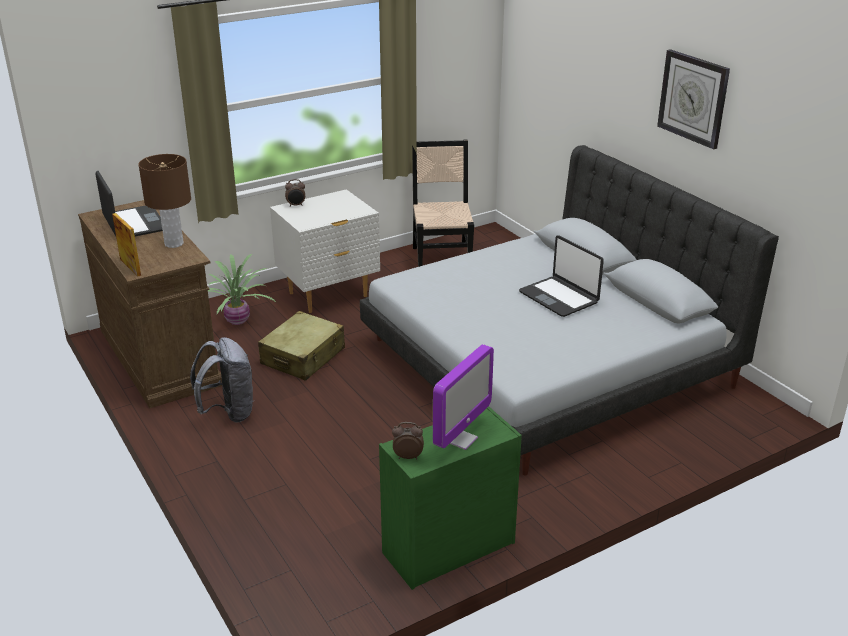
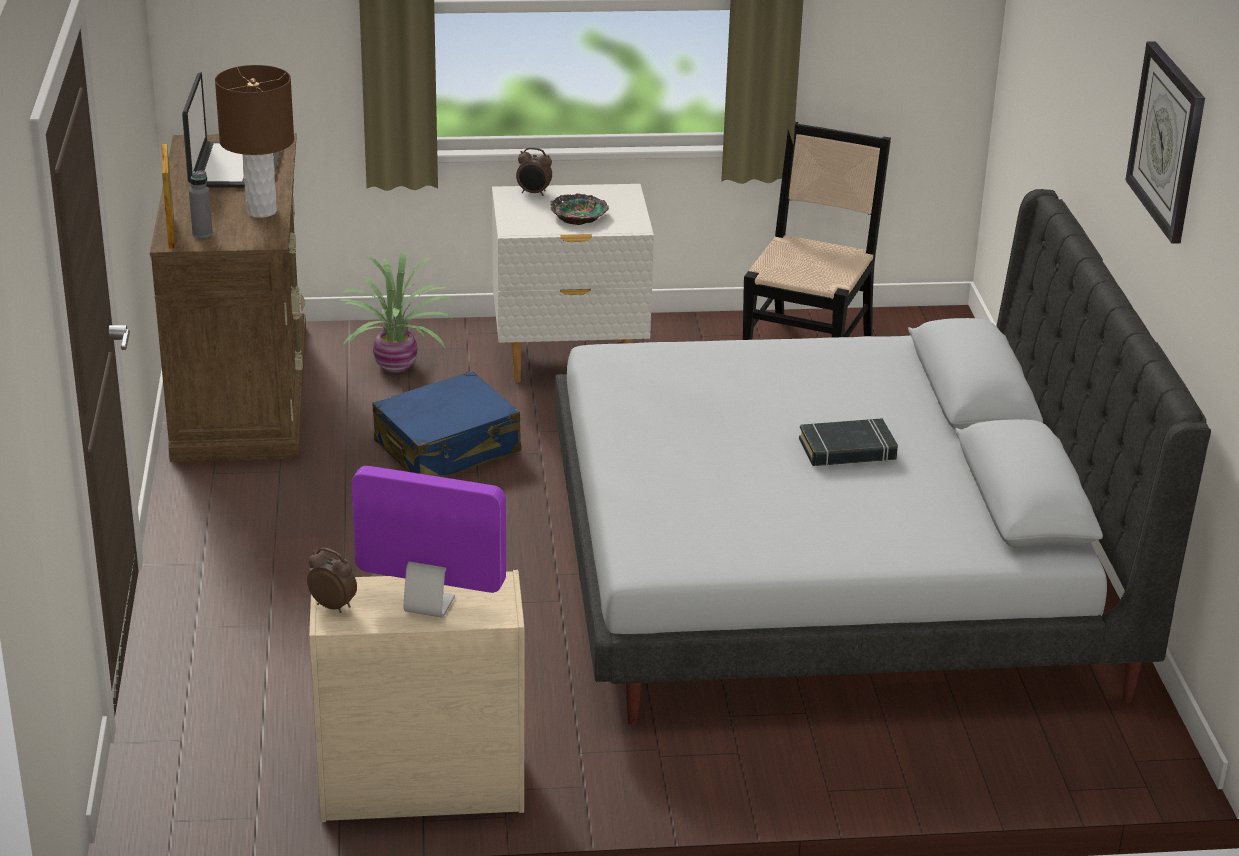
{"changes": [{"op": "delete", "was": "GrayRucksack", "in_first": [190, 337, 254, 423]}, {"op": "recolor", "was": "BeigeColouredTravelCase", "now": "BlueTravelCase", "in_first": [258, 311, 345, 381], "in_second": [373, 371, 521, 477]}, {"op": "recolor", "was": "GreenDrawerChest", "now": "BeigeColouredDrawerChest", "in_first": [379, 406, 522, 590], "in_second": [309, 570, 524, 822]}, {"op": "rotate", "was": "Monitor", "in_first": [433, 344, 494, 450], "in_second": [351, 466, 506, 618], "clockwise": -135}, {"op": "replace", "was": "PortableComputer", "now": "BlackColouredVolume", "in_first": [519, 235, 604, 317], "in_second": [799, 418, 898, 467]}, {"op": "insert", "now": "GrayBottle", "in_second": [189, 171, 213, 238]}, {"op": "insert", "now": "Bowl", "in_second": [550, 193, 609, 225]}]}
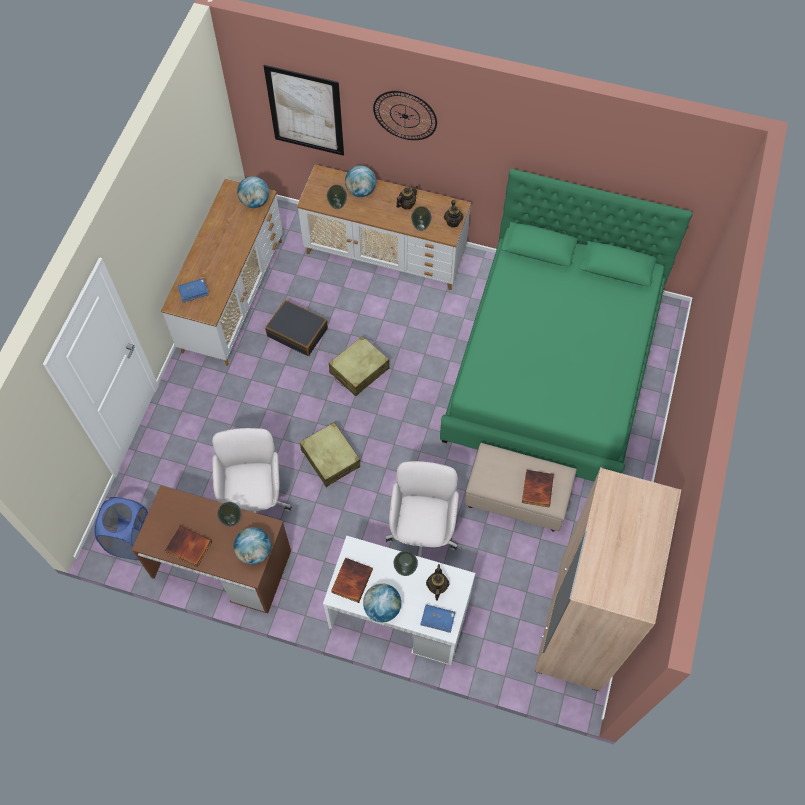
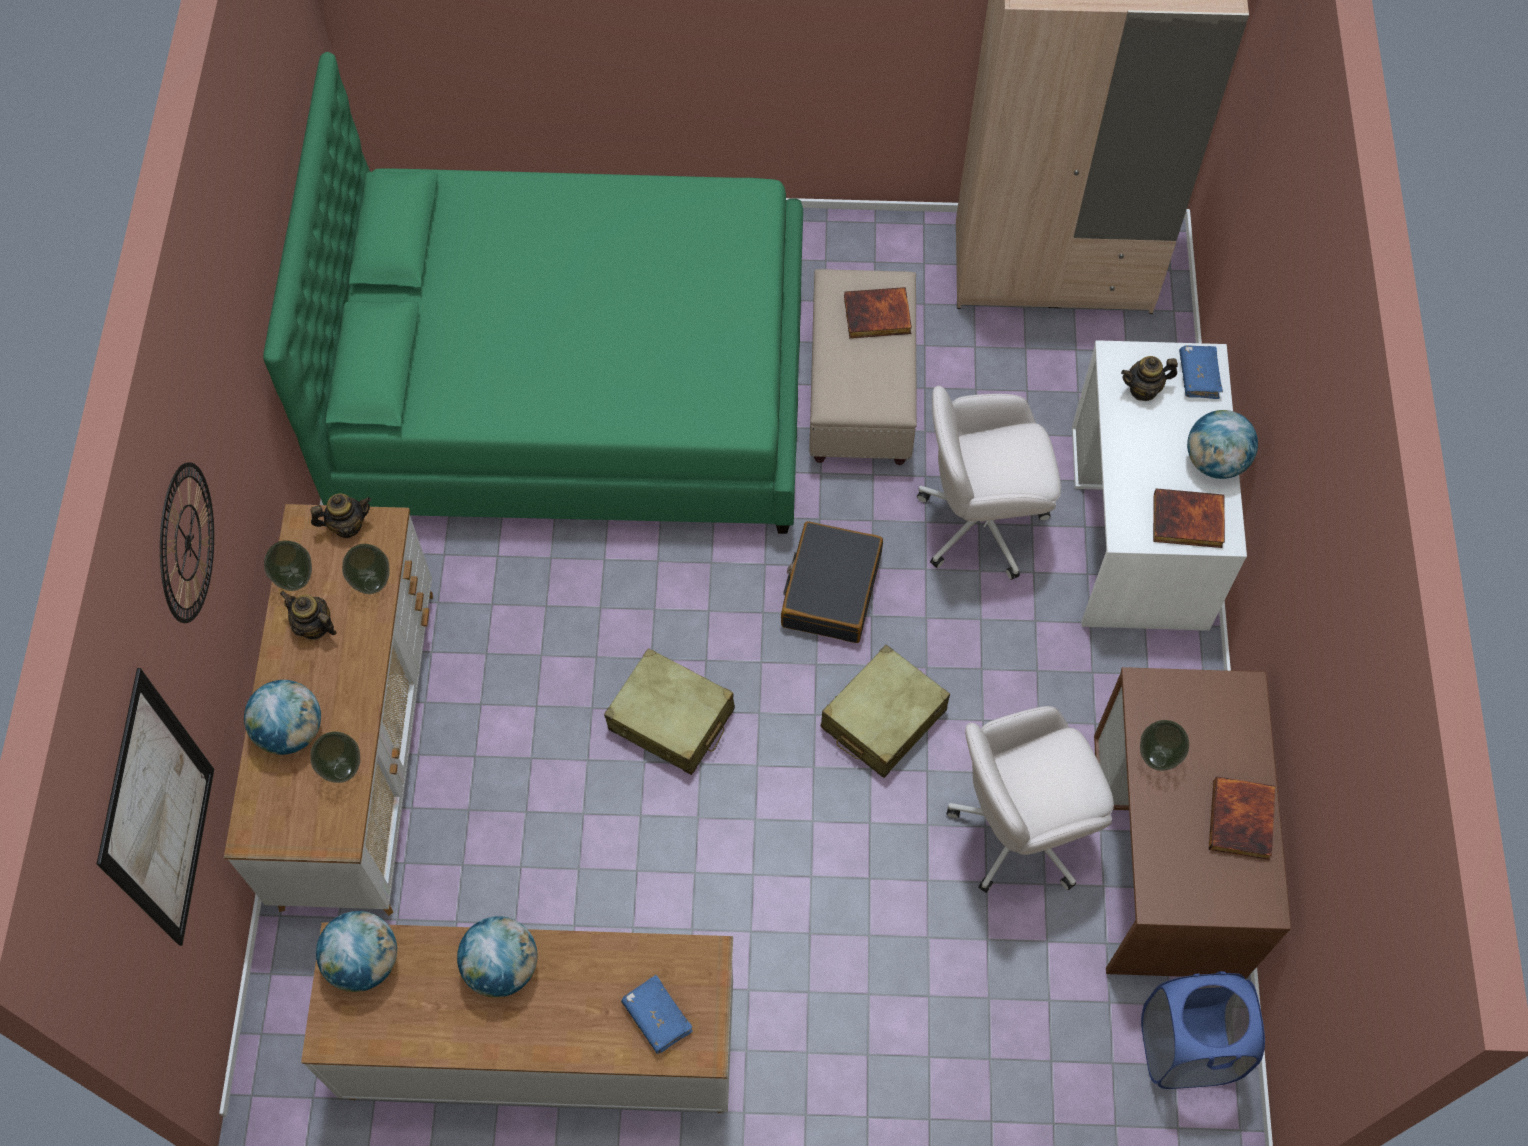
{"changes": [{"op": "move", "was": "DeskGlobe", "in_first": [234, 527, 271, 565], "in_second": [457, 916, 537, 998]}, {"op": "move", "was": "BlackColouredTravelCase", "in_first": [265, 300, 328, 356], "in_second": [781, 521, 883, 643]}, {"op": "move", "was": "Vase", "in_first": [393, 551, 418, 576], "in_second": [264, 540, 312, 591]}]}
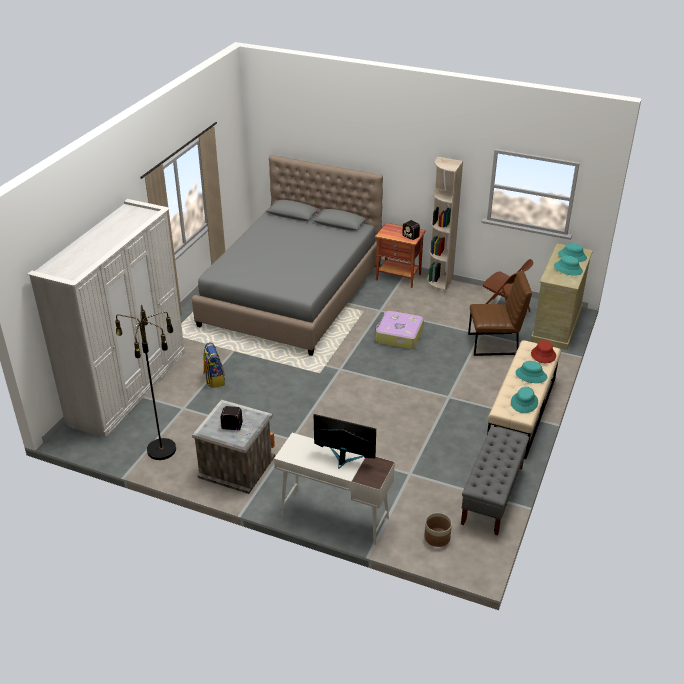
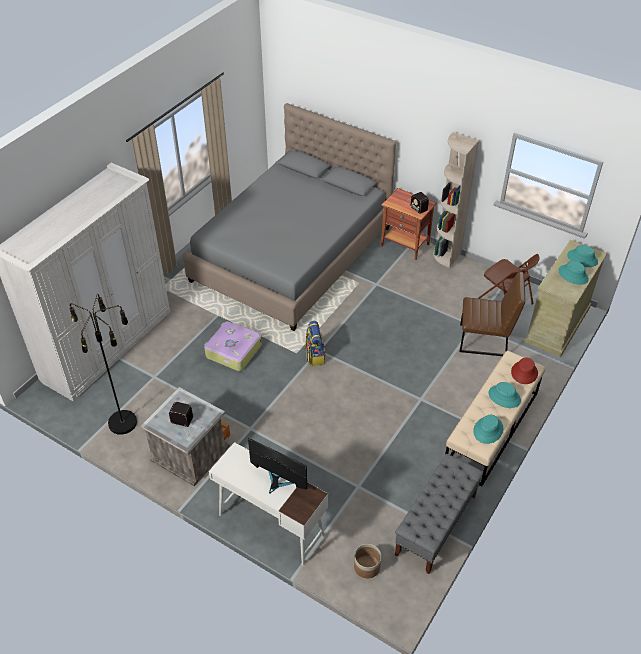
{"changes": [{"op": "move", "was": "Rucksack", "in_first": [203, 342, 225, 388], "in_second": [304, 321, 326, 366]}, {"op": "move", "was": "TravelCase", "in_first": [375, 311, 424, 349], "in_second": [204, 321, 262, 371]}]}
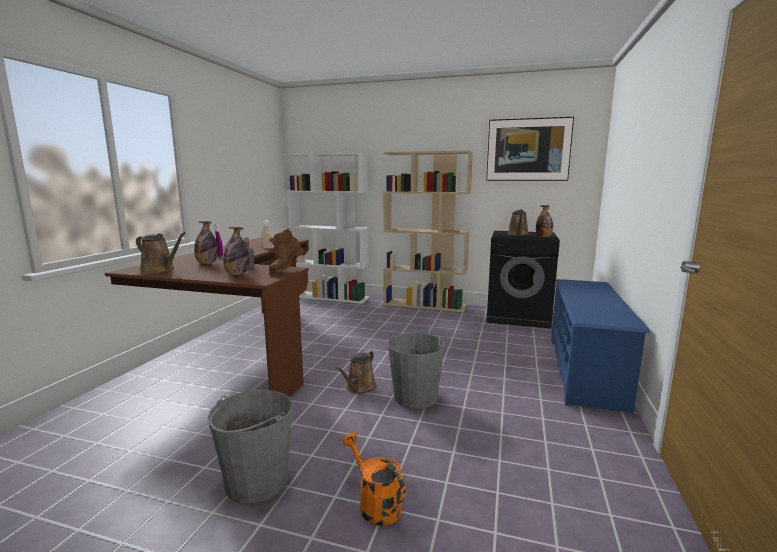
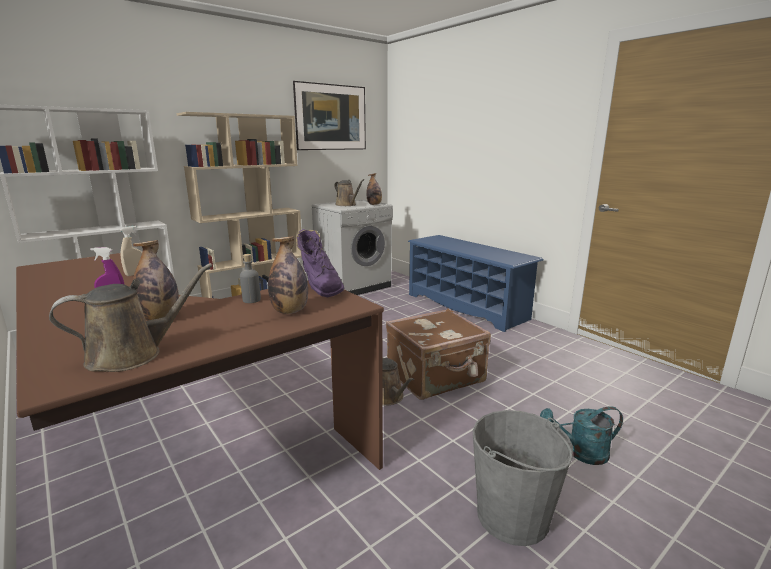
{"changes": [{"op": "recolor", "was": "BrownColouredHighTopBoot", "now": "PurplishHighTopBoot", "in_first": [269, 229, 304, 275], "in_second": [296, 229, 344, 297]}, {"op": "recolor", "was": "OrangeColouredWateringCan", "now": "TurquoiseWateringCan", "in_first": [342, 432, 405, 526], "in_second": [540, 406, 623, 465]}, {"op": "replace", "was": "GrayBucket", "now": "BrownColouredTravelCase", "in_first": [388, 331, 445, 409], "in_second": [386, 309, 491, 400]}, {"op": "recolor", "was": "BlackColouredLaundryMachine", "now": "WhiteLaundryMachine", "in_first": [487, 231, 560, 328], "in_second": [312, 200, 393, 295]}]}
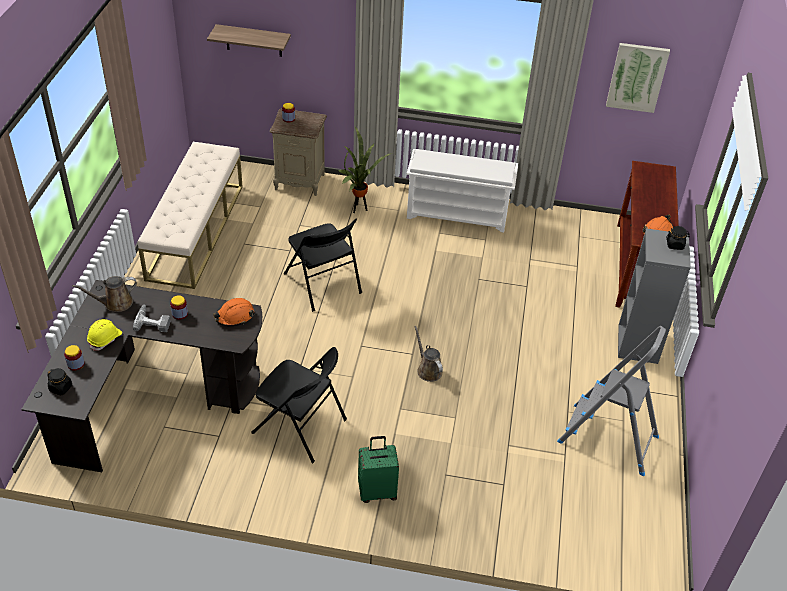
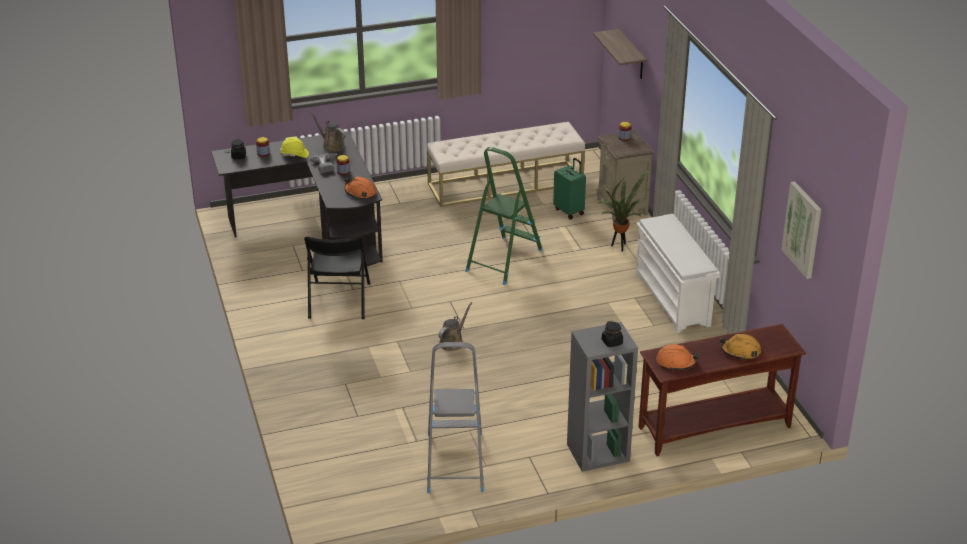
{"changes": [{"op": "replace", "was": "BlackColouredChair", "now": "GreenStepStool", "in_first": [284, 219, 362, 312], "in_second": [465, 147, 543, 285]}, {"op": "move", "was": "GreenTravelCase", "in_first": [358, 436, 399, 503], "in_second": [553, 158, 586, 219]}, {"op": "insert", "now": "OrangeColouredHardHat", "in_second": [720, 334, 761, 359]}]}
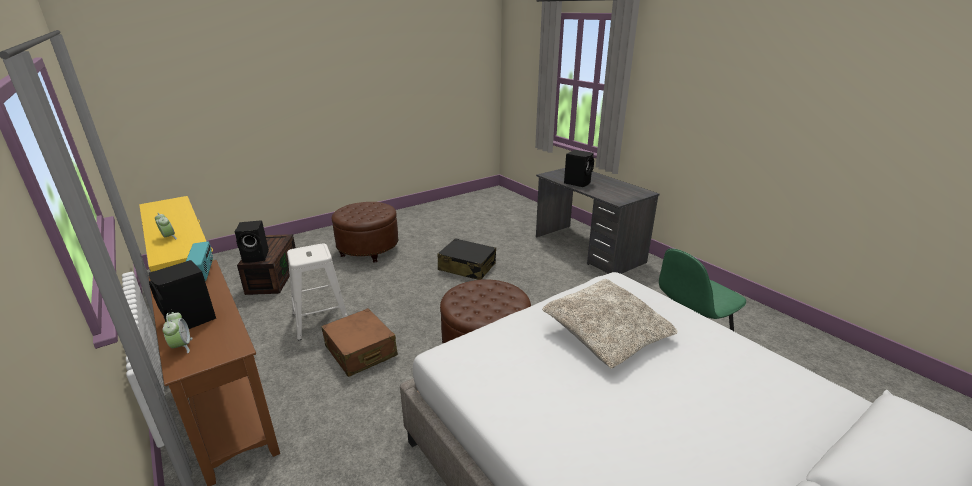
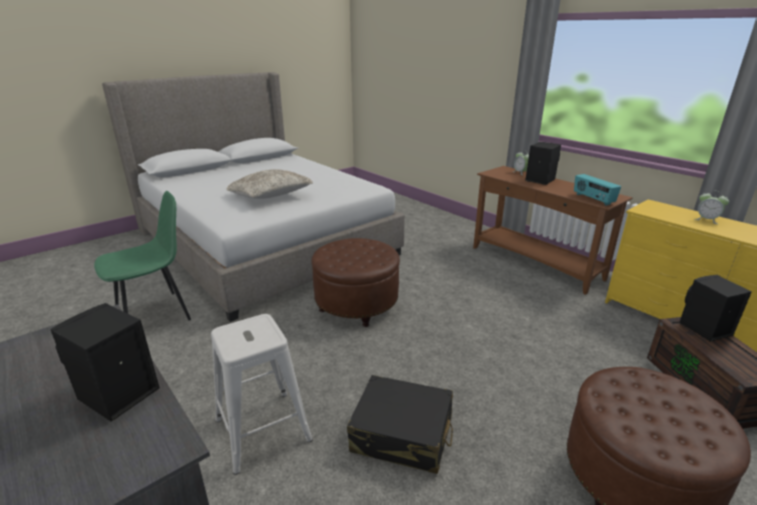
{"changes": [{"op": "move", "was": "WhiteStool", "in_first": [287, 244, 348, 340], "in_second": [211, 314, 313, 475]}, {"op": "delete", "was": "BrownColouredTravelCase", "in_first": [321, 308, 398, 377]}]}
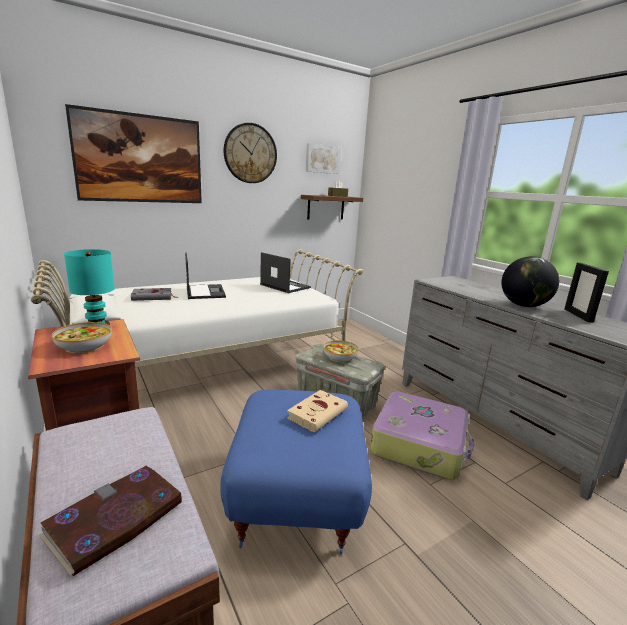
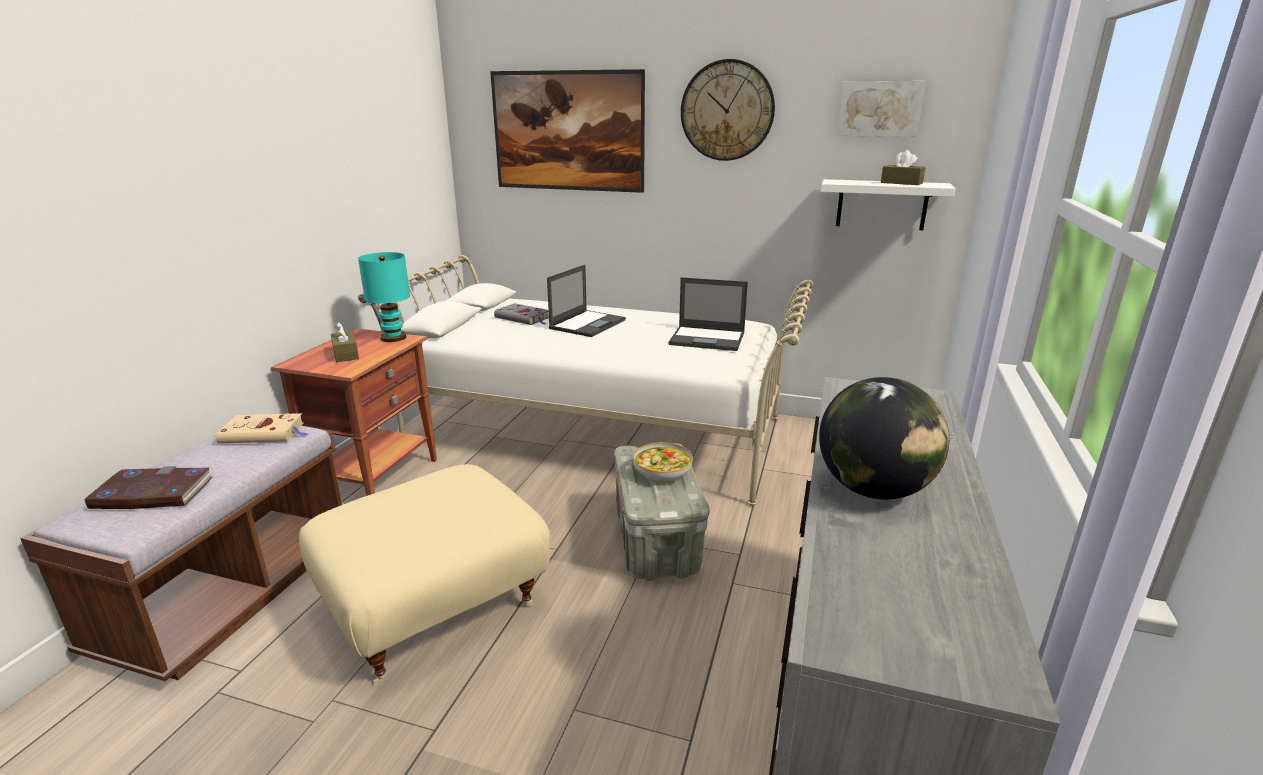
{"changes": [{"op": "replace", "was": "Bowl", "now": "BrownColouredTissueHolder", "in_first": [52, 322, 112, 353], "in_second": [331, 322, 359, 362]}, {"op": "recolor", "was": "BluePouffe", "now": "BeigeColouredPouffe", "in_first": [220, 390, 372, 555], "in_second": [299, 464, 551, 685]}, {"op": "rotate", "was": "PortableComputer", "in_first": [260, 252, 311, 293], "in_second": [669, 277, 748, 351], "clockwise": 105}, {"op": "move", "was": "BeigeColouredVolume", "in_first": [287, 390, 348, 433], "in_second": [215, 413, 308, 444]}, {"op": "recolor", "was": "BrownColouredWallShelf", "now": "WhiteWallShelf", "in_first": [301, 195, 363, 220], "in_second": [821, 179, 955, 230]}, {"op": "delete", "was": "TravelCase", "in_first": [370, 392, 475, 480]}, {"op": "delete", "was": "StandingFrame", "in_first": [564, 263, 609, 323]}]}
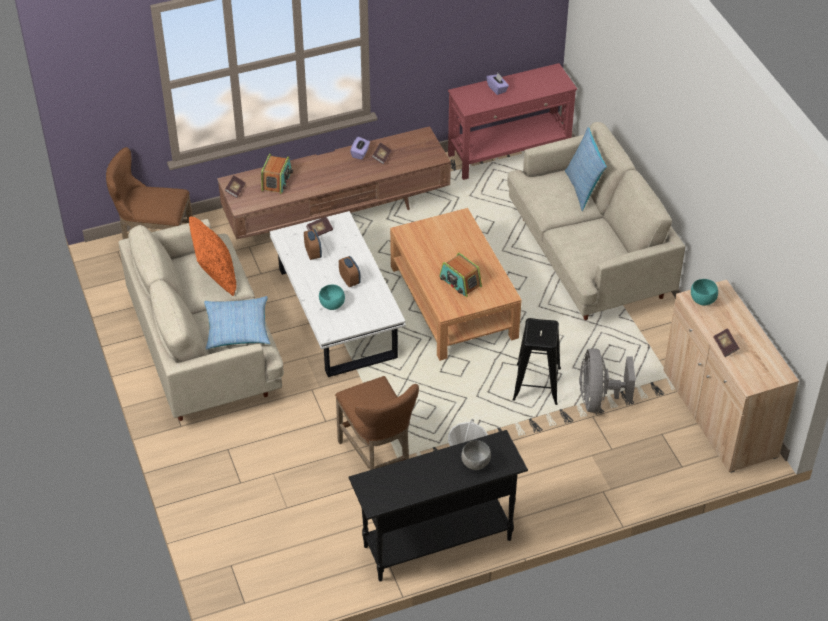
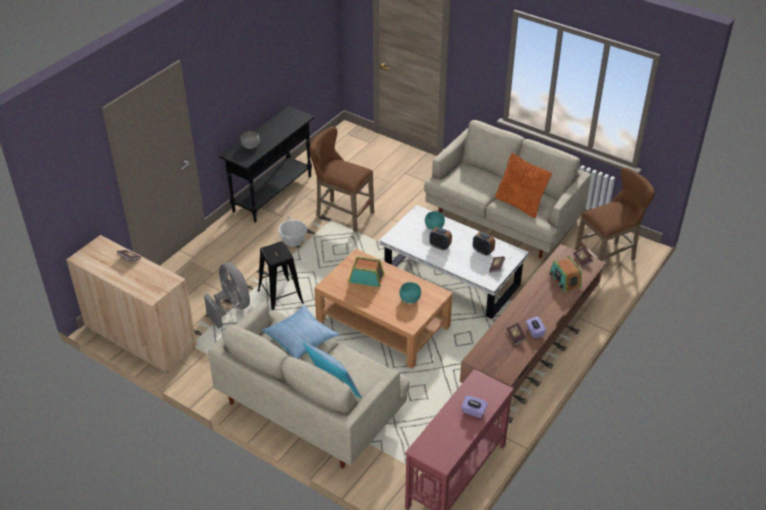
{"changes": [{"op": "move", "was": "ThrowPillow", "in_first": [204, 296, 270, 350], "in_second": [262, 305, 339, 359]}, {"op": "move", "was": "TurquoiseBowl", "in_first": [691, 279, 718, 306], "in_second": [399, 282, 421, 303]}]}
